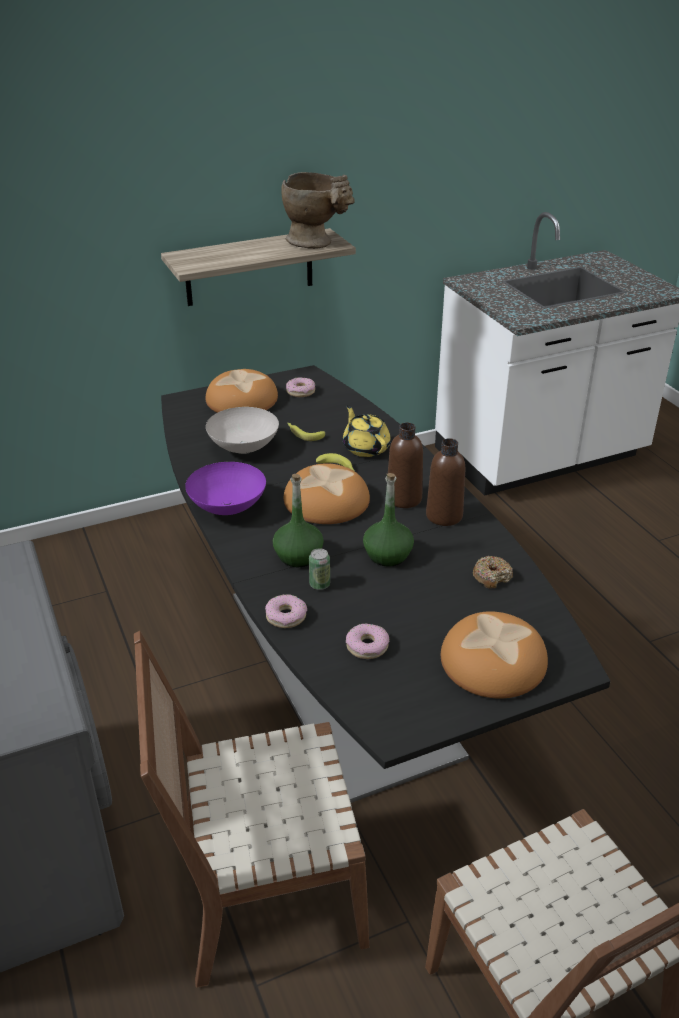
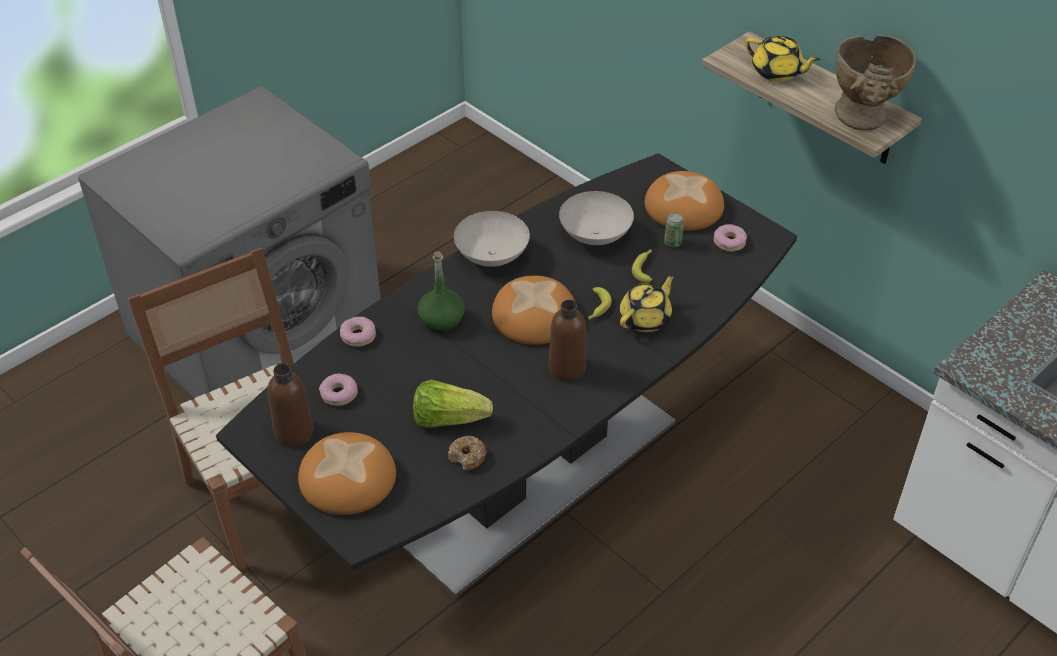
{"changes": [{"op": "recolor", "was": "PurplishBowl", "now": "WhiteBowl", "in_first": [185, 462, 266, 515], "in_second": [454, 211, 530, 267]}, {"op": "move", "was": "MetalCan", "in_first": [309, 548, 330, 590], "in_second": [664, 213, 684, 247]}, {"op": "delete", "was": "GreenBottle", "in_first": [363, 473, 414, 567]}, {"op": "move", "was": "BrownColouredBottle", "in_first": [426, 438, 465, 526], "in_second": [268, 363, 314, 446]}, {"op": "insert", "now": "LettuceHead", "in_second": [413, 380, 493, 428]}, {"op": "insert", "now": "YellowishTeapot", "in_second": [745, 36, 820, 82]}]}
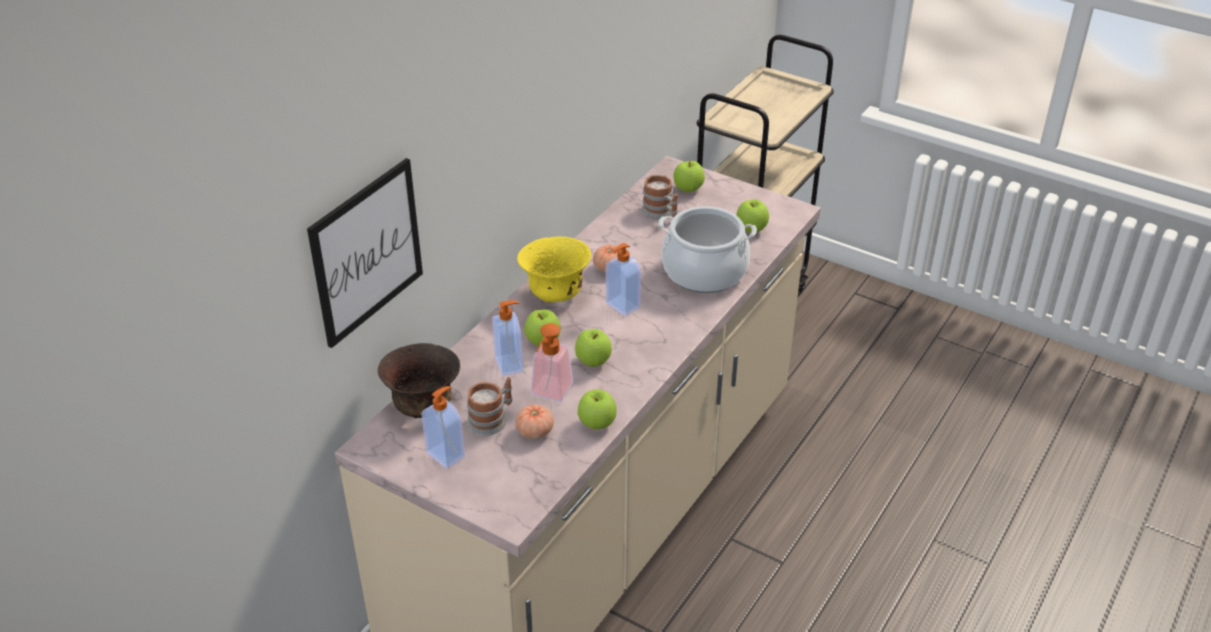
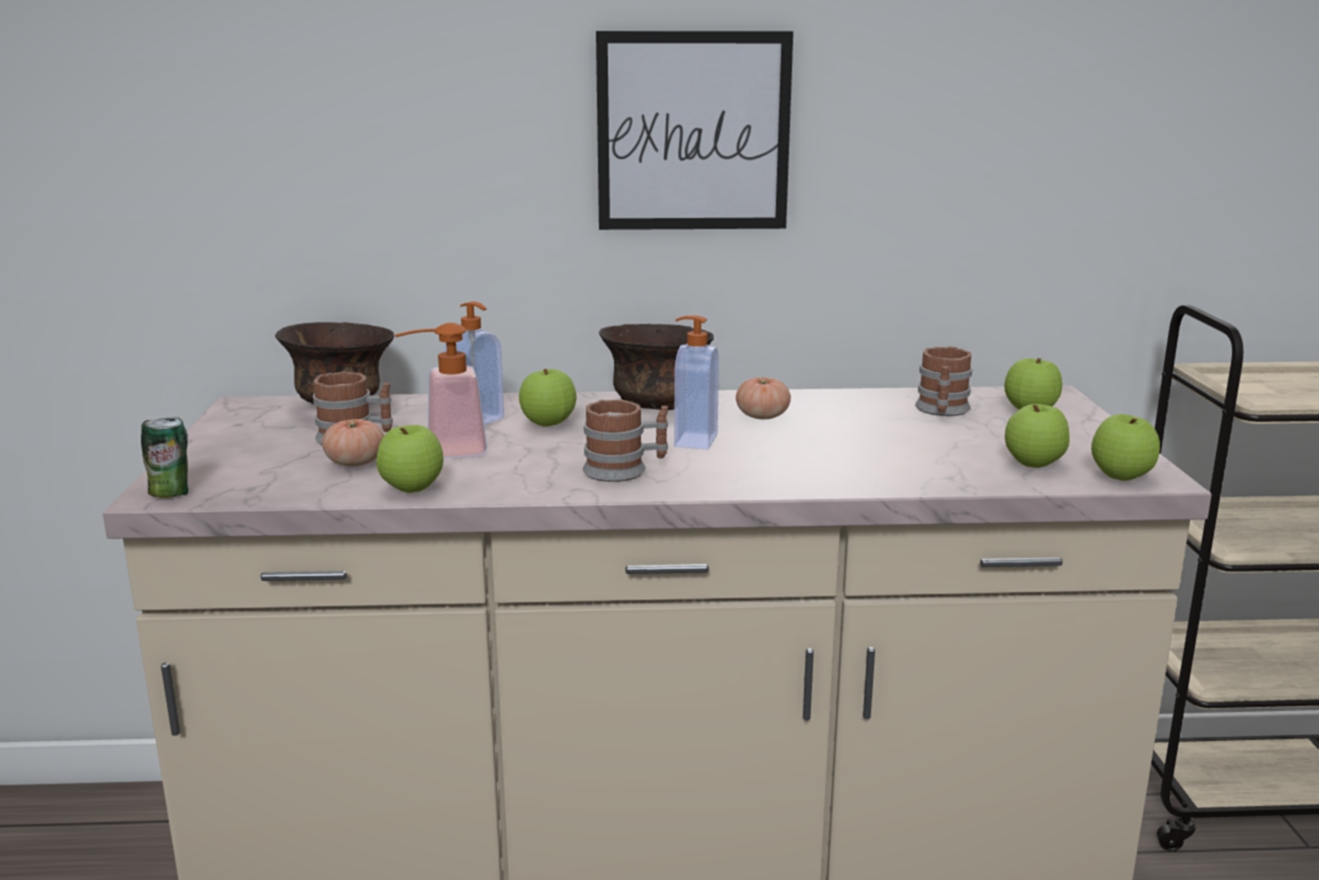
{"changes": [{"op": "move", "was": "WallPicture", "in_first": [307, 158, 423, 348], "in_second": [596, 31, 793, 230]}, {"op": "delete", "was": "LiquidSoapBottle", "in_first": [422, 386, 465, 469]}, {"op": "recolor", "was": "YellowishBowl", "now": "BrownColouredBowl", "in_first": [517, 237, 591, 302], "in_second": [599, 324, 714, 410]}, {"op": "move", "was": "WholeApple", "in_first": [575, 329, 612, 367], "in_second": [1091, 414, 1160, 481]}, {"op": "delete", "was": "Stockpot", "in_first": [658, 206, 757, 293]}, {"op": "insert", "now": "MetalCan", "in_second": [141, 417, 188, 498]}, {"op": "insert", "now": "CoffeeMug", "in_second": [583, 399, 668, 482]}]}
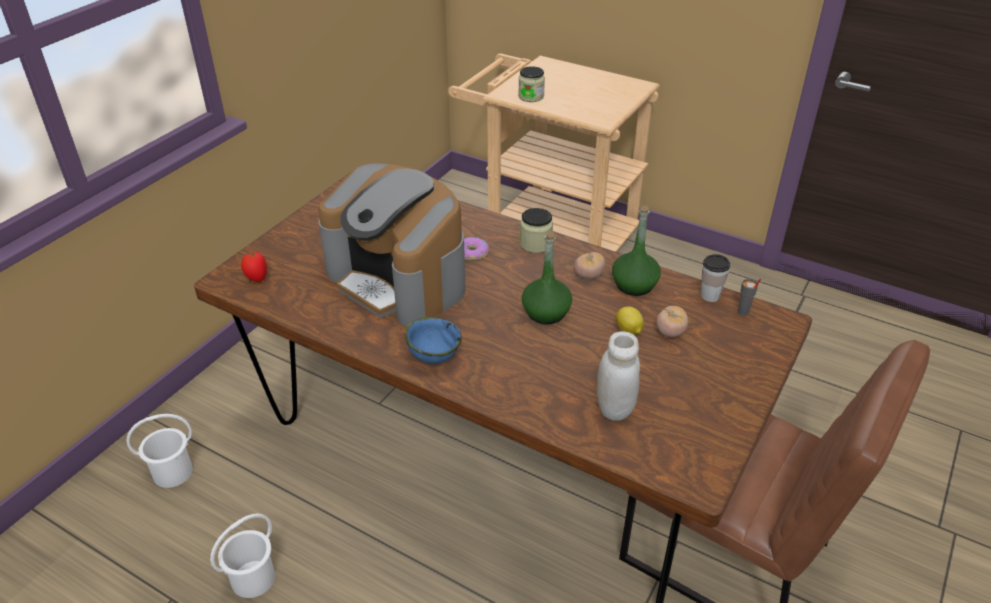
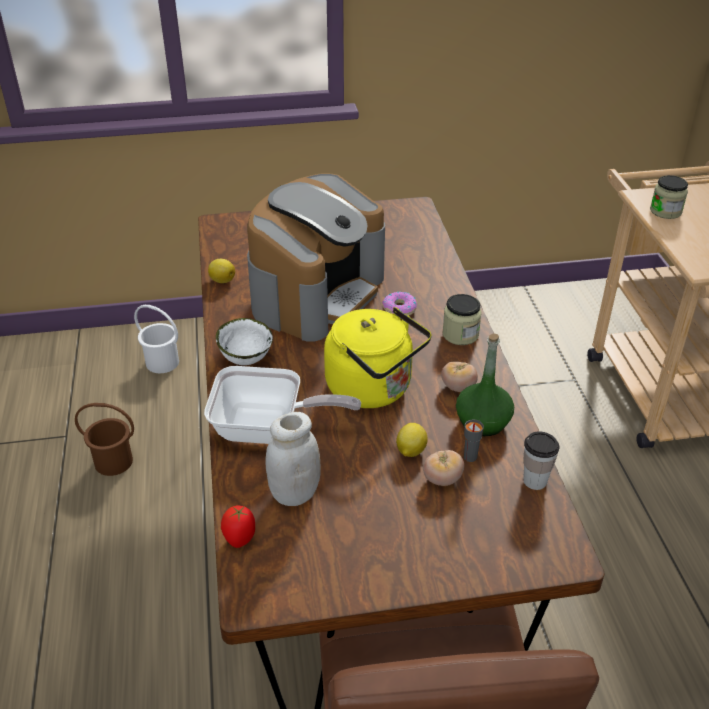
{"changes": [{"op": "recolor", "was": "WhiteBucket", "now": "BrownColouredBucket", "in_first": [210, 513, 275, 598], "in_second": [75, 403, 134, 476]}, {"op": "move", "was": "WholeTomato", "in_first": [241, 252, 267, 282], "in_second": [221, 506, 255, 548]}, {"op": "rotate", "was": "CoffeeMaker", "in_first": [318, 163, 465, 327], "in_second": [247, 173, 385, 342], "clockwise": -150}, {"op": "recolor", "was": "BlueBowl", "now": "WhiteBowl", "in_first": [404, 317, 462, 364], "in_second": [216, 318, 273, 365]}, {"op": "replace", "was": "GreenBottle", "now": "YellowishTeaKettle", "in_first": [522, 232, 572, 324], "in_second": [324, 307, 432, 408]}, {"op": "move", "was": "GrayCup", "in_first": [738, 279, 761, 316], "in_second": [464, 419, 484, 462]}, {"op": "insert", "now": "FryingPan", "in_second": [204, 366, 361, 444]}, {"op": "insert", "now": "Lemon", "in_second": [208, 259, 235, 283]}]}
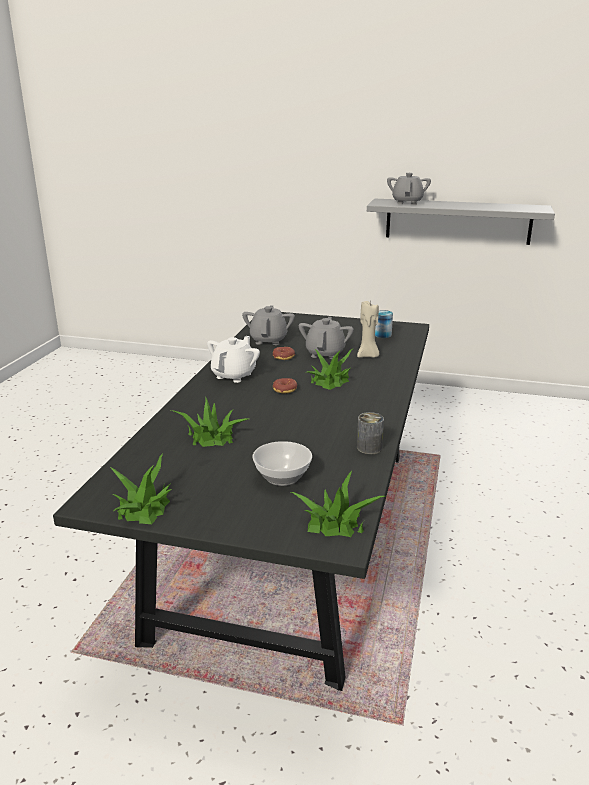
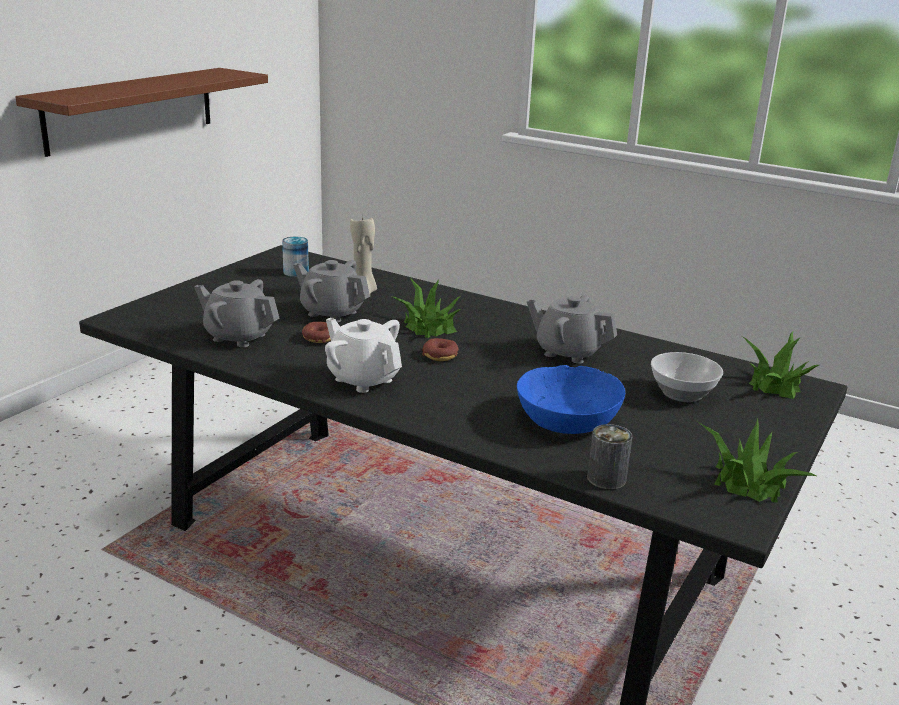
{"changes": [{"op": "replace", "was": "PlantInAPot", "now": "BlueBowl", "in_first": [171, 398, 248, 447], "in_second": [517, 365, 625, 434]}, {"op": "move", "was": "MetalCan", "in_first": [357, 412, 384, 454], "in_second": [587, 424, 633, 490]}, {"op": "recolor", "was": "GrayWallShelf", "now": "BrownColouredWallShelf", "in_first": [367, 198, 555, 245], "in_second": [15, 68, 268, 157]}, {"op": "move", "was": "GrayTeapot", "in_first": [387, 173, 431, 205], "in_second": [527, 295, 617, 364]}]}
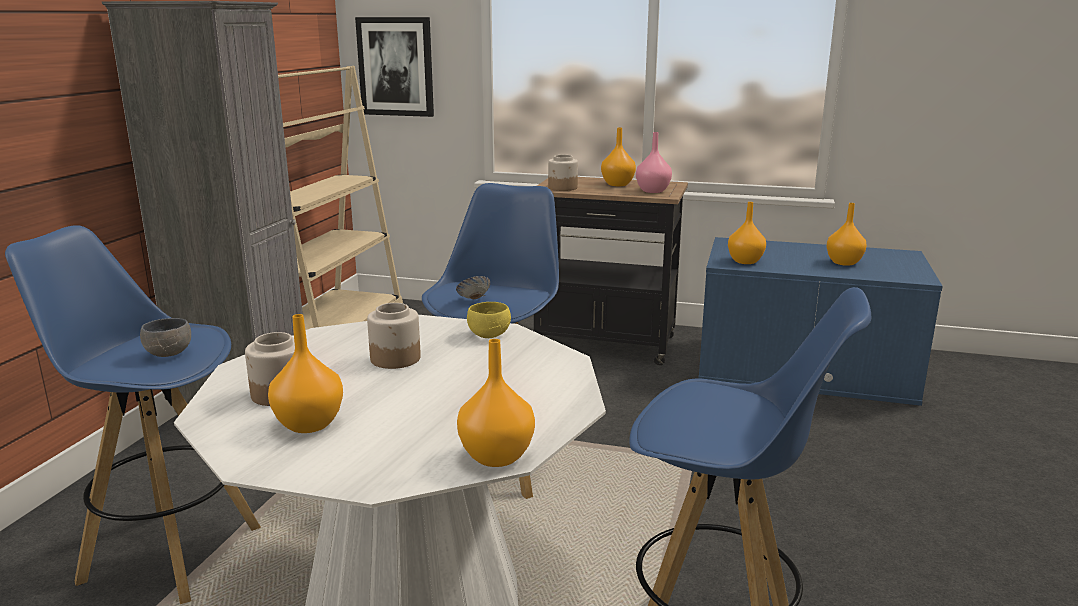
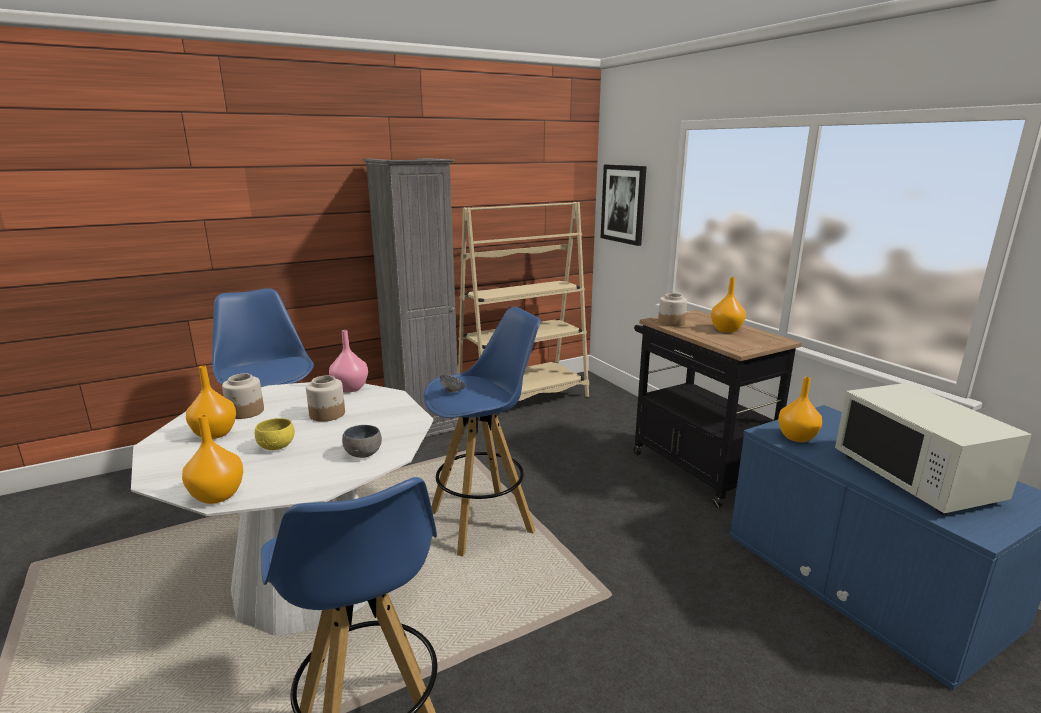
{"changes": [{"op": "move", "was": "GrayBowl", "in_first": [140, 318, 191, 357], "in_second": [342, 425, 382, 458]}, {"op": "move", "was": "YellowishBowl", "in_first": [467, 302, 511, 338], "in_second": [255, 418, 295, 450]}, {"op": "move", "was": "PinkishVase", "in_first": [636, 132, 672, 193], "in_second": [329, 330, 368, 392]}, {"op": "replace", "was": "OrangeColouredVase", "now": "WhiteMicrowave", "in_first": [827, 203, 867, 266], "in_second": [835, 383, 1032, 515]}]}
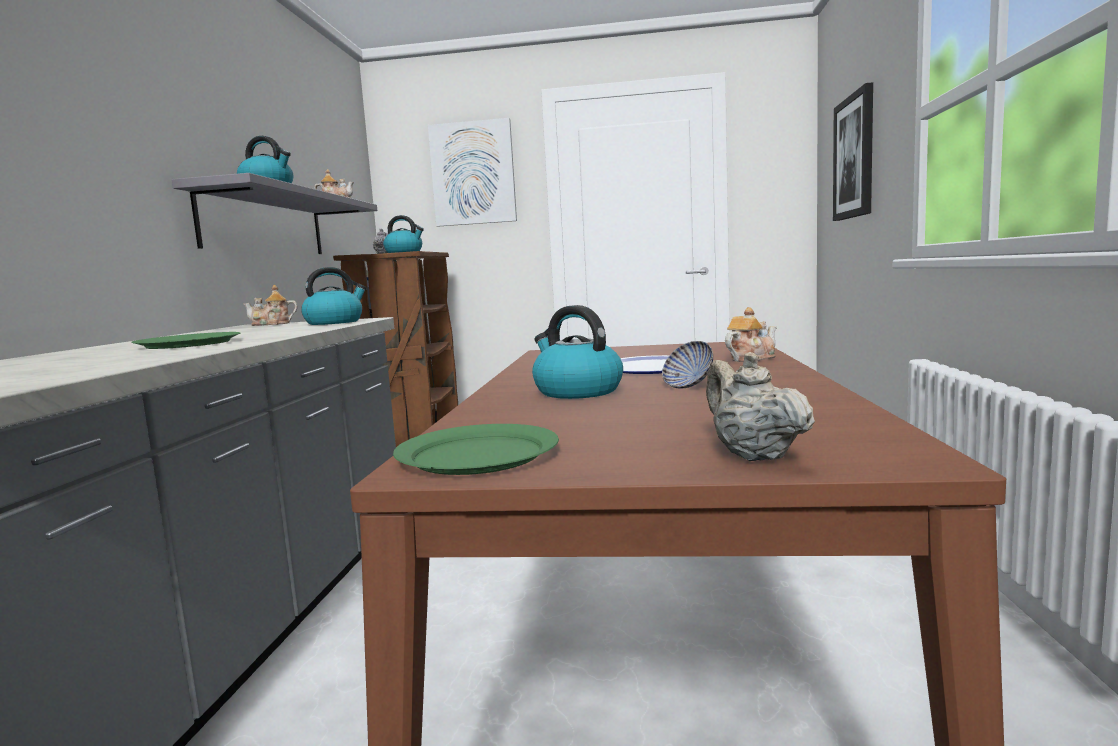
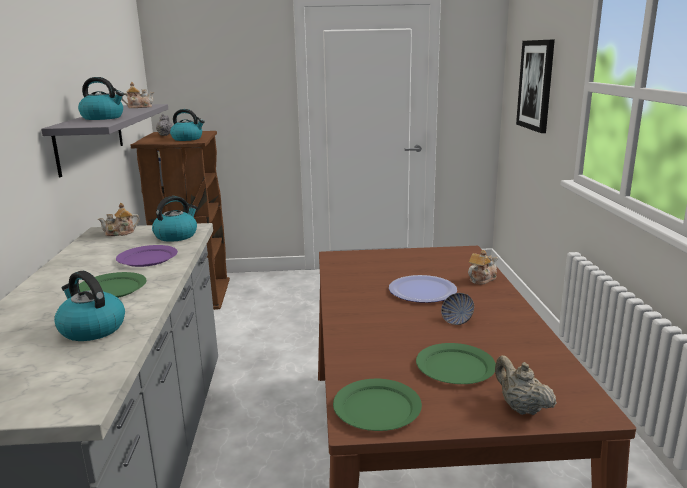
{"changes": [{"op": "delete", "was": "WallPicture", "in_first": [428, 118, 517, 226]}, {"op": "move", "was": "TeaKettle", "in_first": [532, 305, 623, 399], "in_second": [54, 271, 125, 341]}, {"op": "insert", "now": "PurplishDinnerPlate", "in_second": [116, 245, 178, 267]}, {"op": "insert", "now": "GreenDinnerPlate", "in_second": [416, 343, 496, 384]}]}
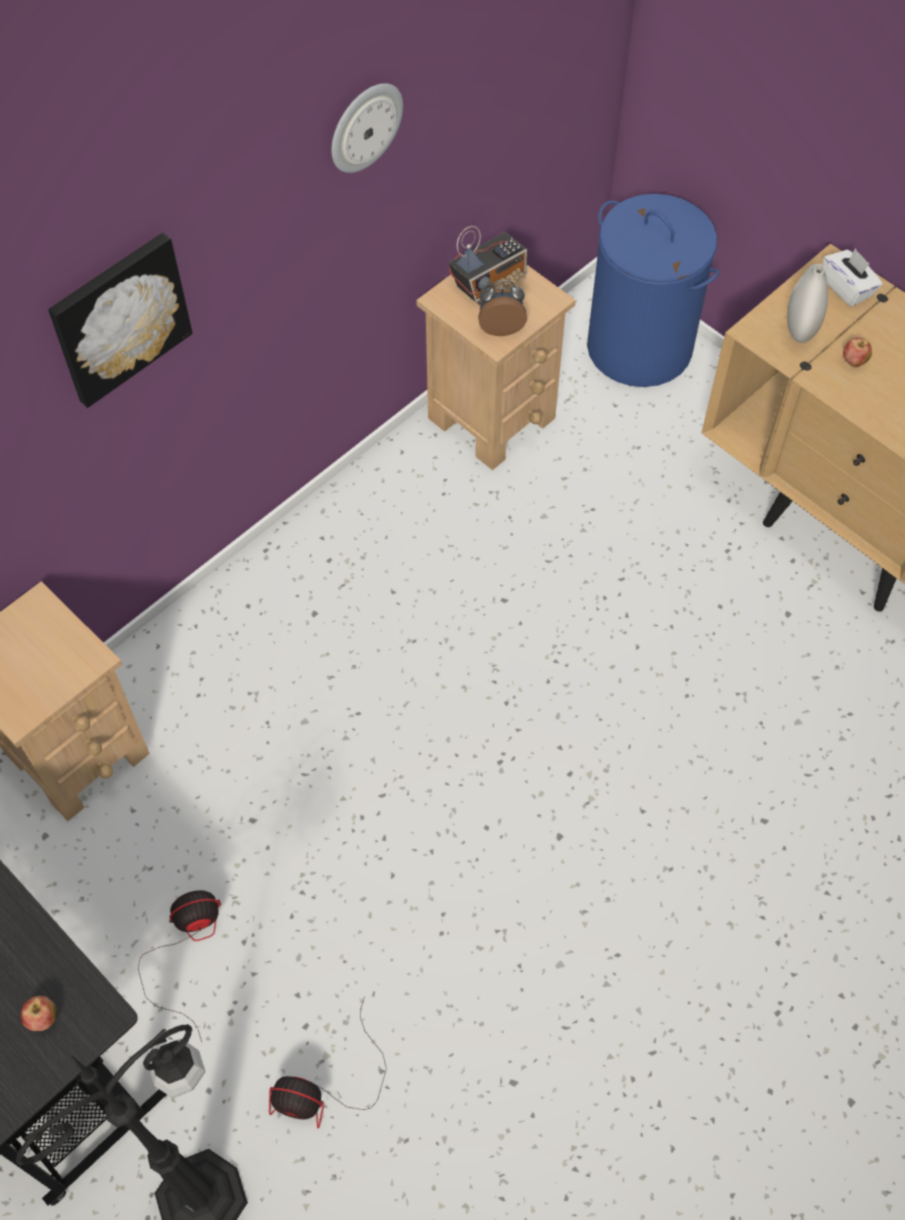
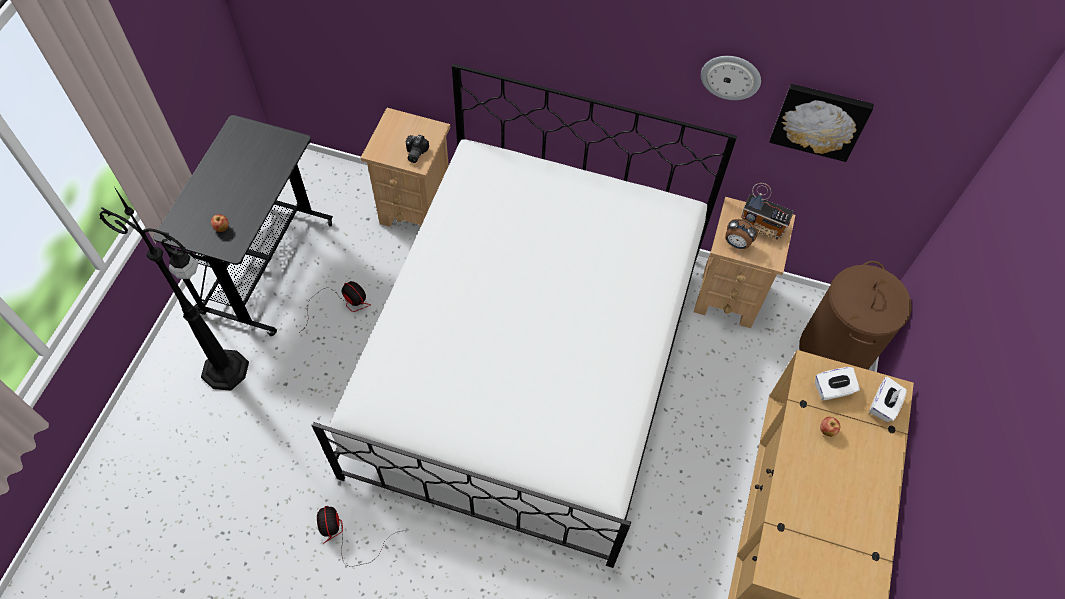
{"changes": [{"op": "move", "was": "WallPicture", "in_first": [48, 233, 193, 408], "in_second": [769, 84, 874, 162]}, {"op": "move", "was": "CoolingFan", "in_first": [269, 996, 387, 1128], "in_second": [317, 506, 401, 567]}, {"op": "rotate", "was": "AlarmClock", "in_first": [478, 281, 527, 336], "in_second": [725, 219, 758, 249], "clockwise": 150}, {"op": "recolor", "was": "BlueLaundryBasket", "now": "BrownColouredLaundryBasket", "in_first": [587, 194, 719, 387], "in_second": [799, 261, 912, 370]}, {"op": "replace", "was": "WhiteVase", "now": "WhiteTissueHolder", "in_first": [787, 264, 828, 343], "in_second": [815, 367, 860, 400]}, {"op": "insert", "now": "WhiteBedroomBed", "in_second": [312, 64, 737, 568]}, {"op": "insert", "now": "PhotoCamera", "in_second": [406, 135, 429, 163]}]}
